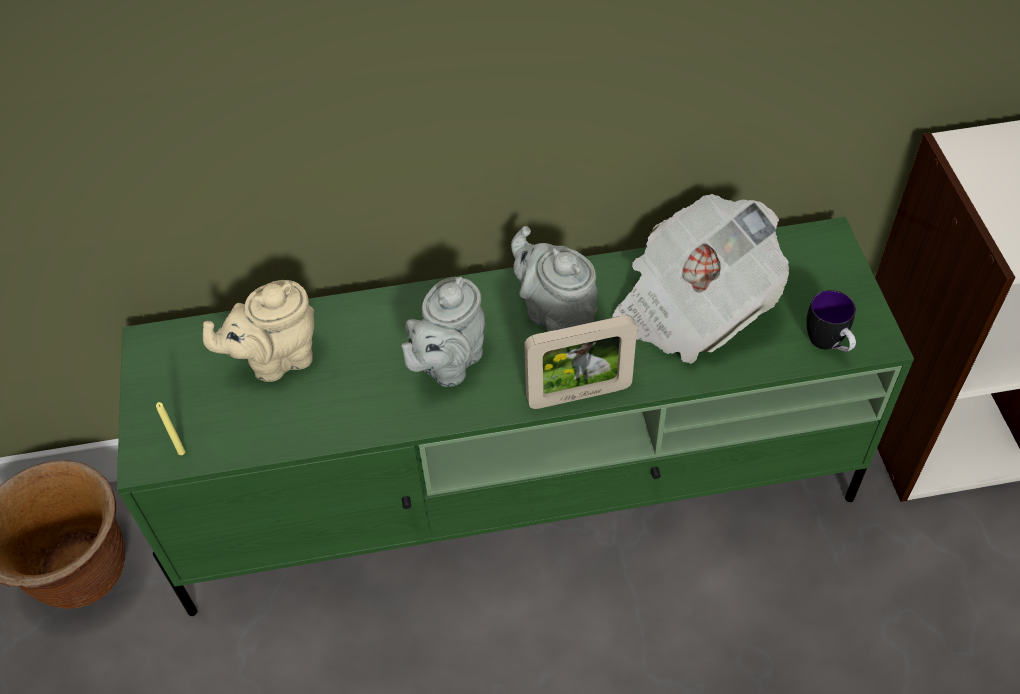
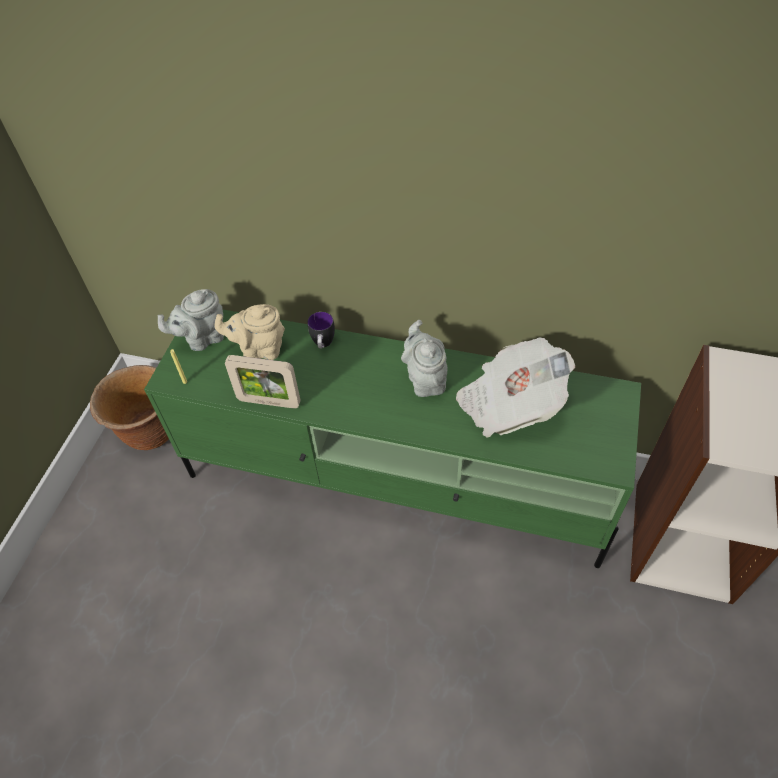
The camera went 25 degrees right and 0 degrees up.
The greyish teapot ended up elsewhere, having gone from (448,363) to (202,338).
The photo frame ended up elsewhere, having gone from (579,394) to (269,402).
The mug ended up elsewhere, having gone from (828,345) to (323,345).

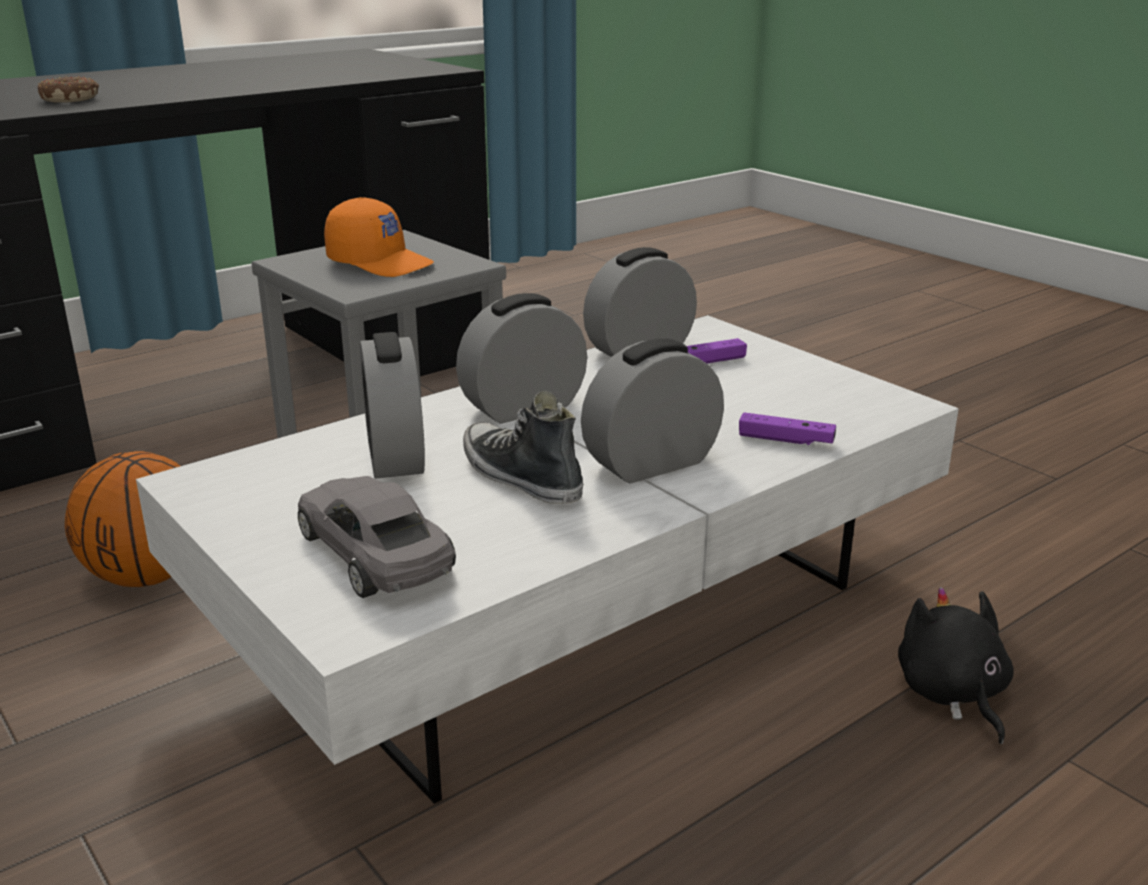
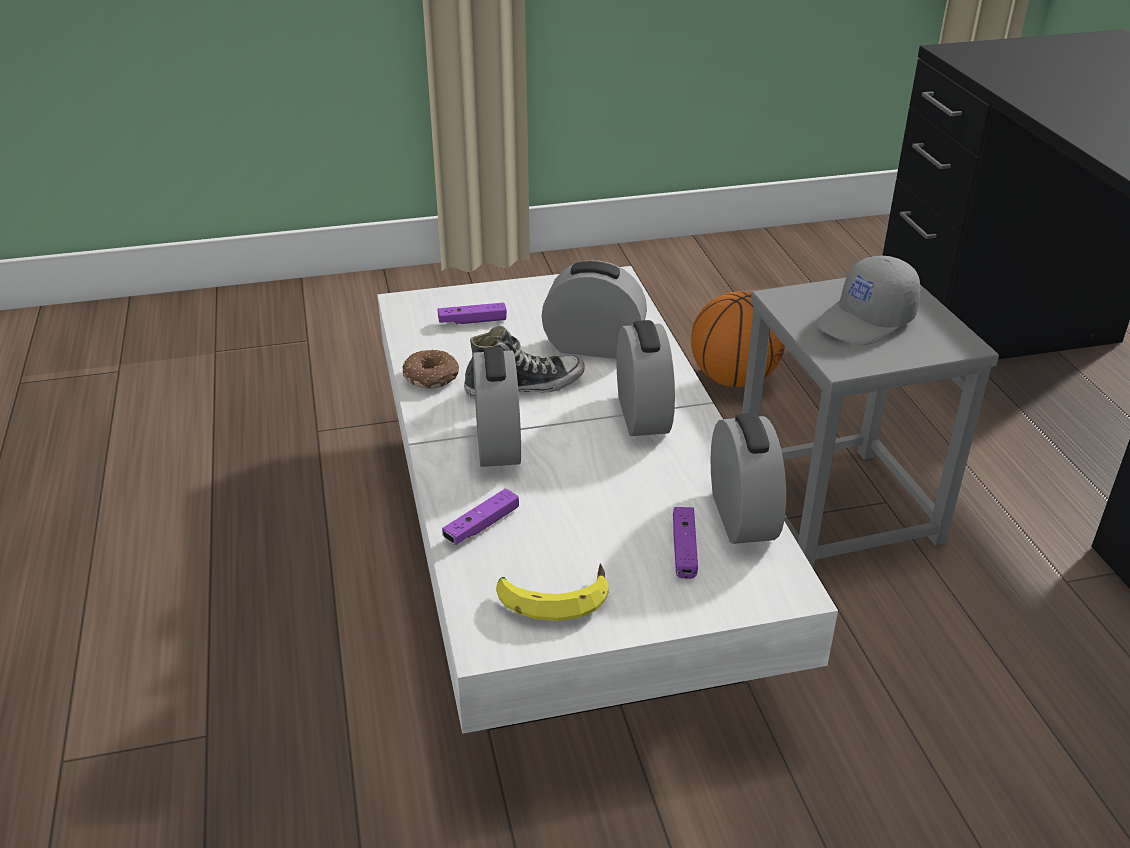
The camera went 115 degrees right and 10 degrees up.
The second view lost the black plush toy at (952,694).
The second view gained the banana at (553,596).
The ring doughnut ended up elsewhere, having gone from (70,99) to (432,377).
Where the greyish miniature car stood at (376,553), the purple-coloured game controller came to stand at (472,321).
What was the orange-coloured baseball cap at (381,263) turned into the greyish baseball cap at (867,321).

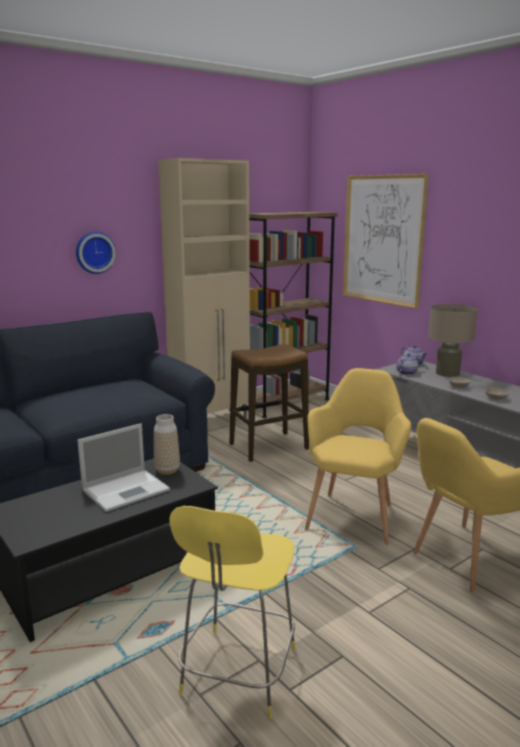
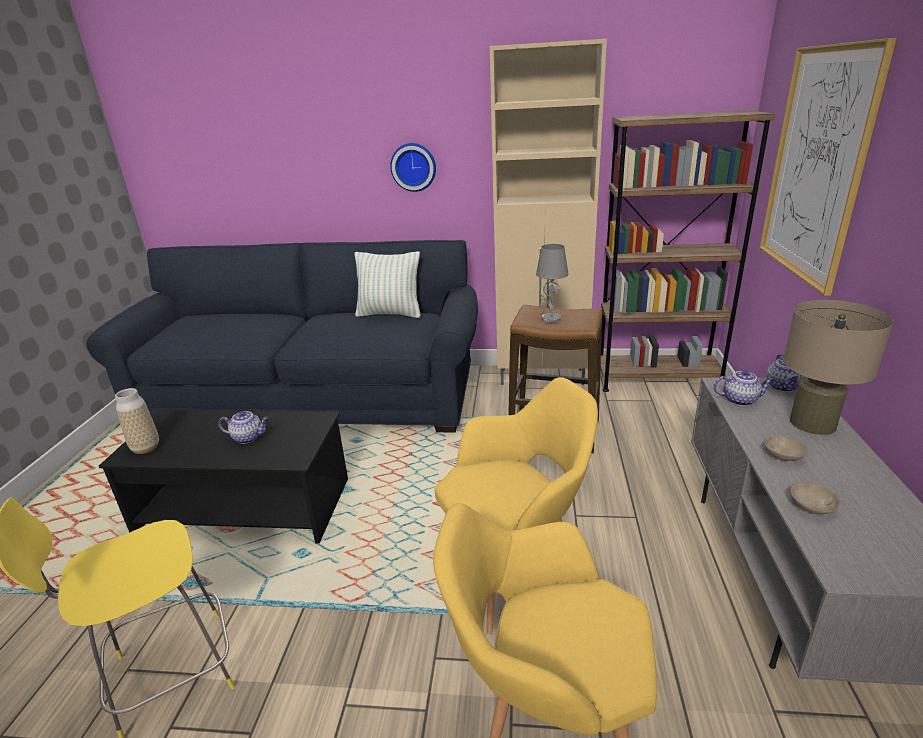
The camera went 45 degrees right and 10 degrees up.
The second view gained the pillow at (390,314).
The second view gained the greyish tabletop lamp at (550,319).
The decorative vase ended up elsewhere, having gone from (167,470) to (146,448).
Where the notebook computer stood at (127,489), the teapot came to stand at (248,437).

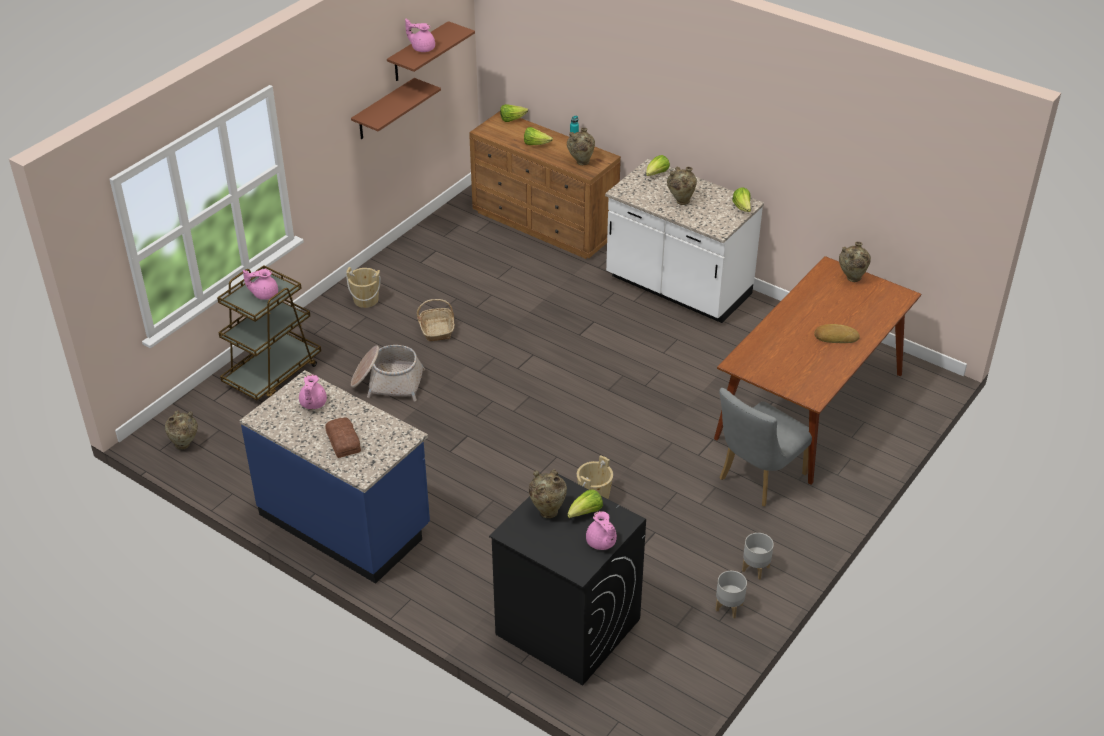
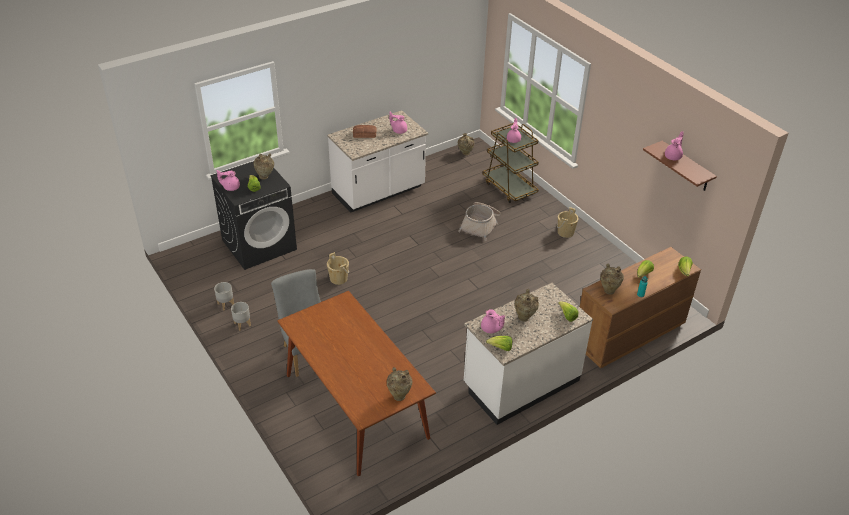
The camera went 110 degrees right and 0 degrees up.
The second view lost the brownish shelf at (384,110).
The second view lost the household basket at (437,329).
The second view lost the baked bread at (835,336).
The second view gained the pinkish teapot at (491,329).
What was the blue-coloured kitchen base unit at (345,521) turned into the whitish kitchen base unit at (379,192).

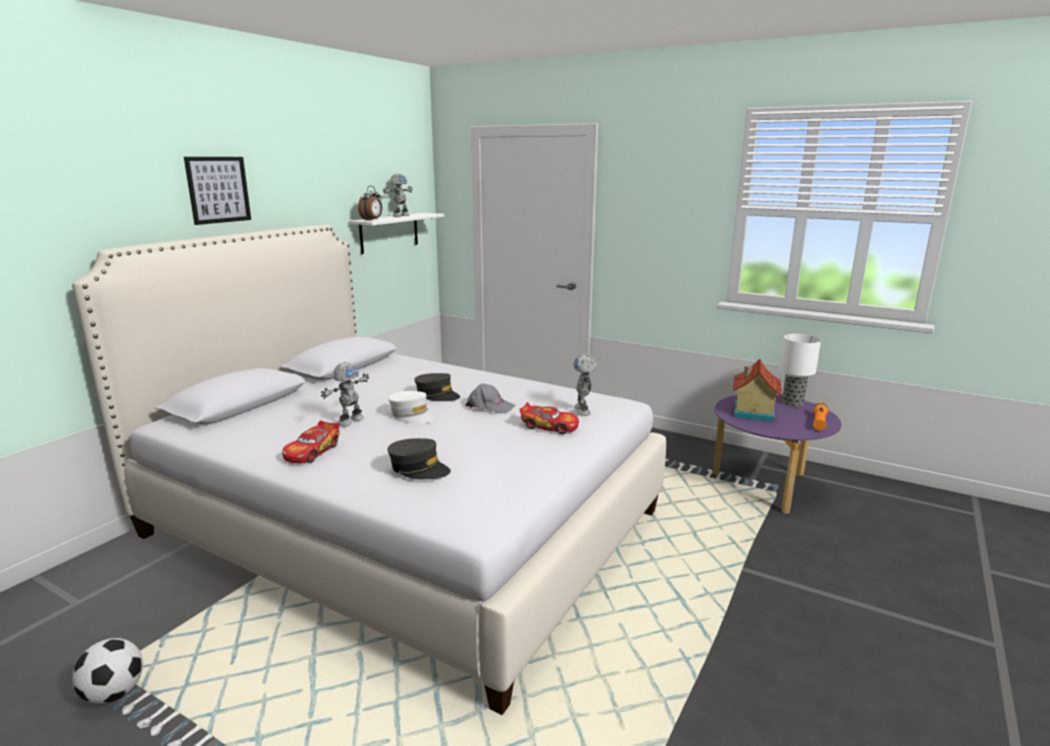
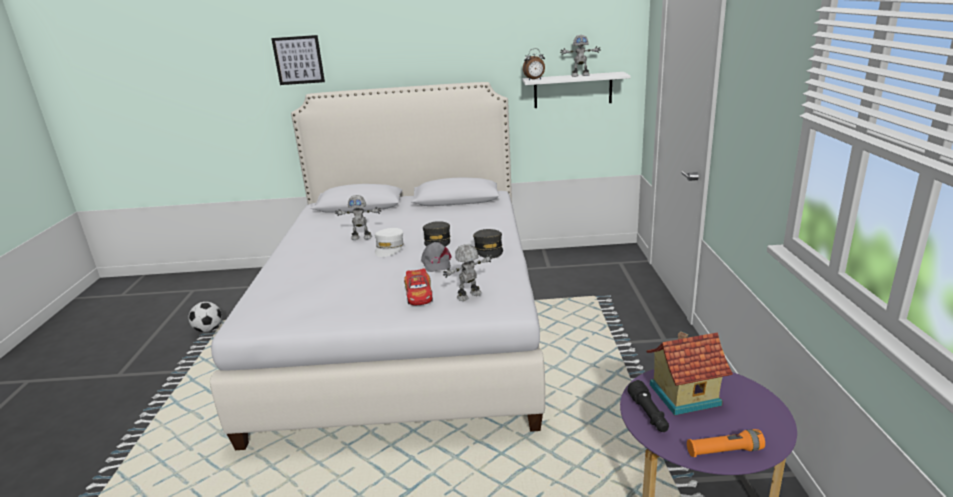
The camera went 60 degrees right and 5 degrees up.
The second view lost the miniature car at (313,451).
The second view lost the tabletop lamp at (793,403).
The second view gained the black flashlight at (648,414).
The picture ended up elsewhere, having gone from (218,190) to (298,60).
The greyish baseball cap ended up elsewhere, having gone from (419,468) to (489,249).

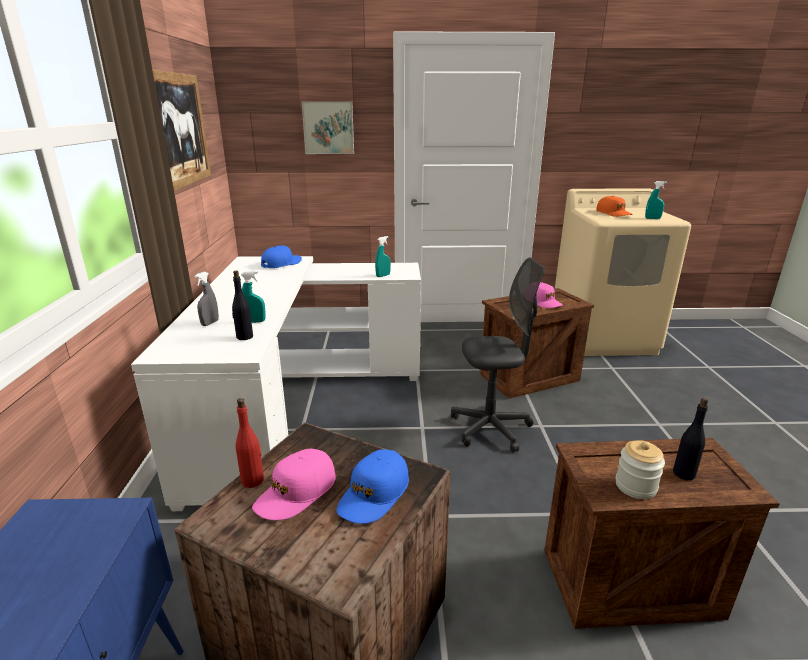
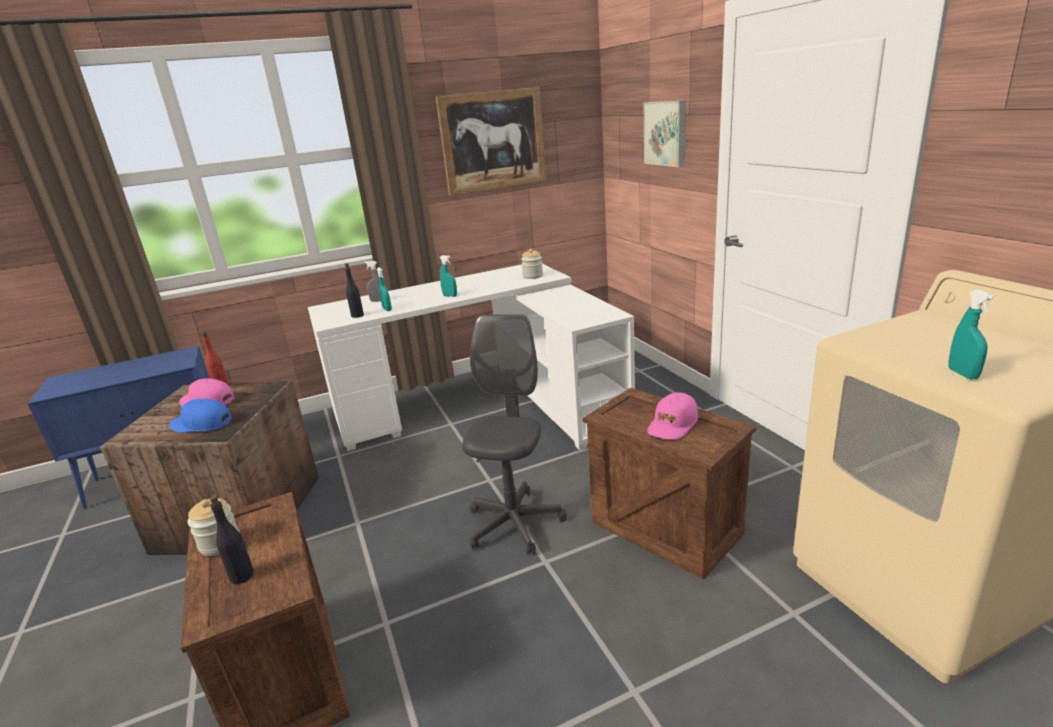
The camera went 70 degrees right and 0 degrees up.
The second view lost the orange-coloured baseball cap at (613,213).
The turquoise spray bottle ended up elsewhere, having gone from (383,276) to (450,296).
Where the blue-coloured baseball cap stood at (281,263), the storage jar came to stand at (533,276).
The greyish office chair at (490,428) ended up facing another way, 135 degrees counterclockwise from before.

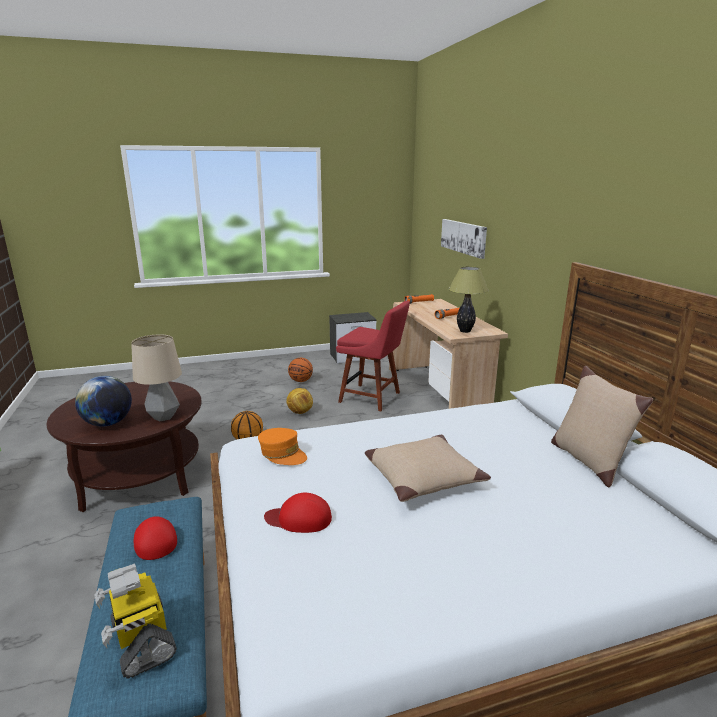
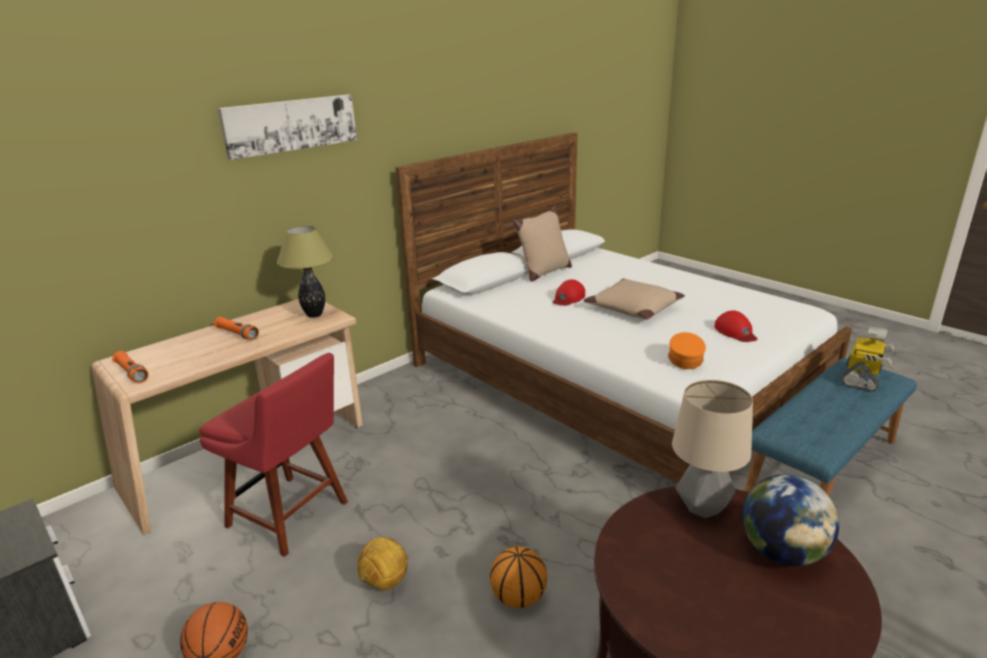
The camera went 115 degrees left and 5 degrees up.
The reddish baseball cap ended up elsewhere, having gone from (155,539) to (568,298).
The picture ended up elsewhere, having gone from (463,237) to (291,125).
The reddish chair at (372,398) ended up facing another way, 120 degrees clockwise from before.

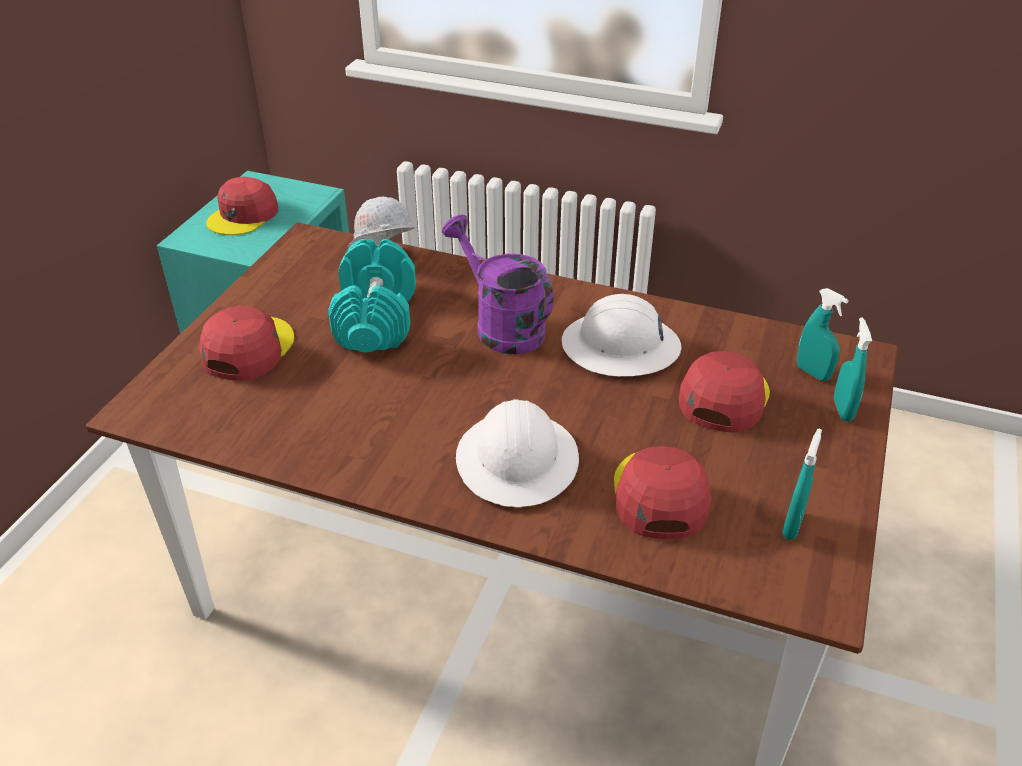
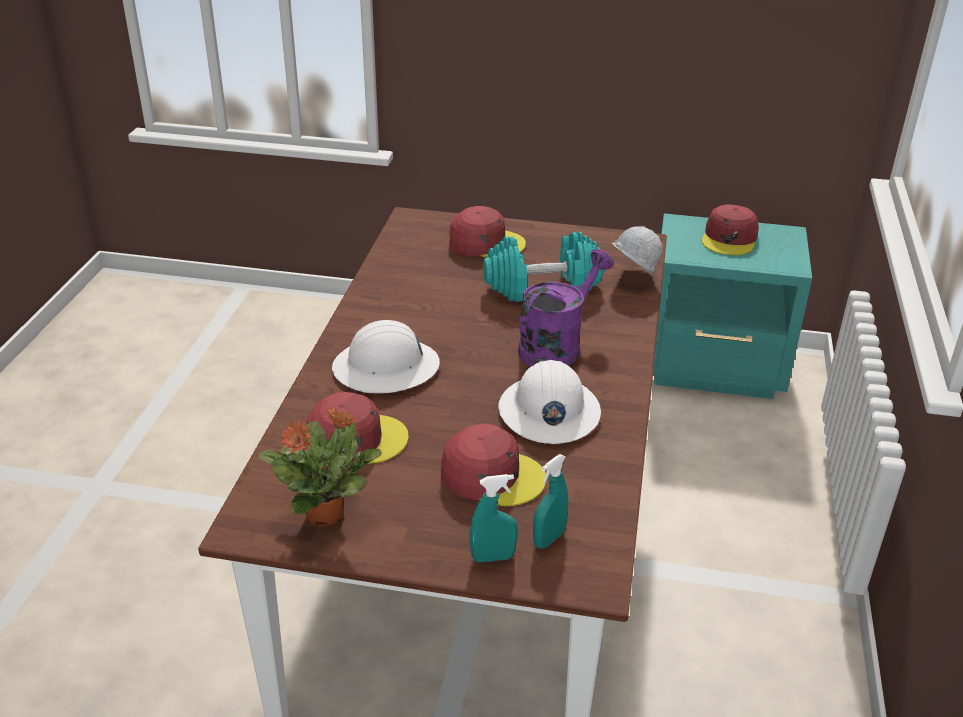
The camera went 80 degrees right and 5 degrees down.
Where the turquoise spray bottle stood at (792,525), the potted plant came to stand at (327,514).
The reddish baseball cap at (243,216) ended up facing another way, 90 degrees counterclockwise from before.

